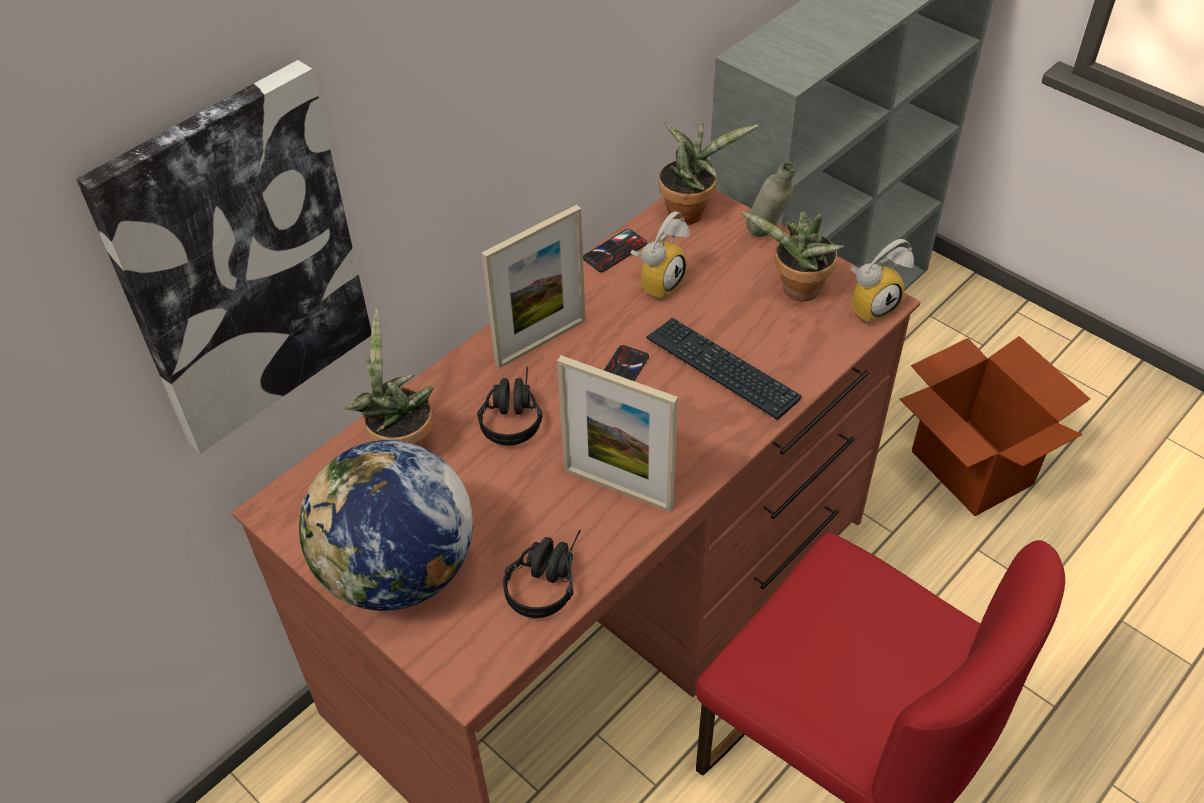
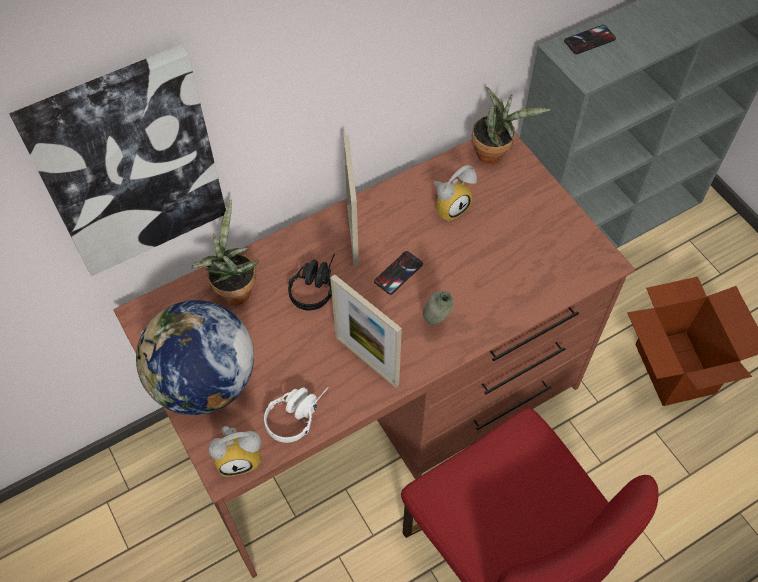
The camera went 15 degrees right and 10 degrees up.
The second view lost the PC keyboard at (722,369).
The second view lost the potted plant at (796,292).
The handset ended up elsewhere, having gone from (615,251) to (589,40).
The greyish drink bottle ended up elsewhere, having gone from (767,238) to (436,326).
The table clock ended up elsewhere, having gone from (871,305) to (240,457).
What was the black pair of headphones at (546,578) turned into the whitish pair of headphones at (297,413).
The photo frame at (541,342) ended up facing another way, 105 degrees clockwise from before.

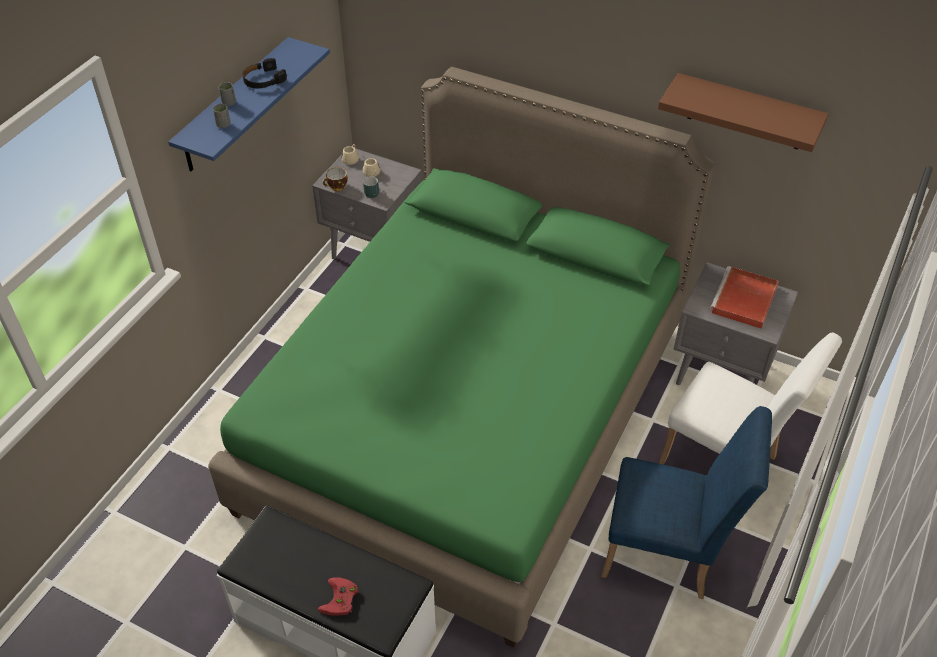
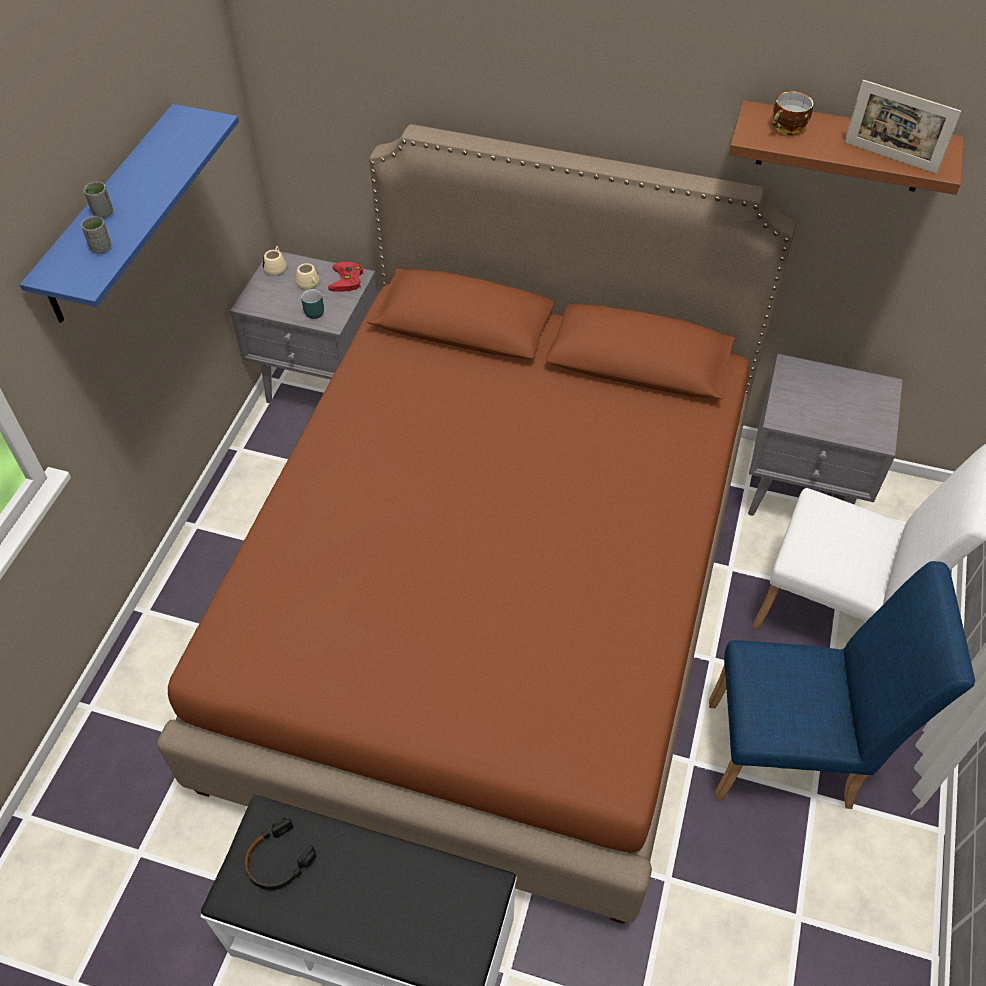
The camera went 10 degrees left and 5 degrees up.
The second view lost the reddish tray at (744,301).
The second view gained the photo frame at (890,157).
The black pair of headphones ended up elsewhere, having gone from (263,80) to (278,860).
The reddish game controller ended up elsewhere, having gone from (340,600) to (347,280).
The cup ended up elsewhere, having gone from (336,187) to (787,129).
What was the green-coloured bedroom bed at (468,416) turned into the brownish bedroom bed at (493,599).

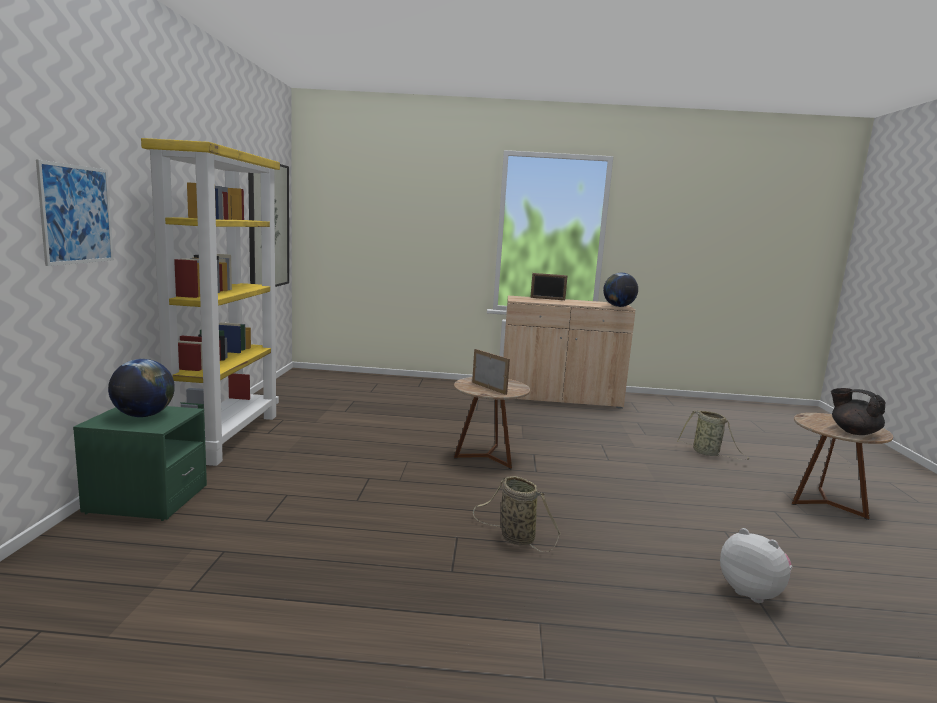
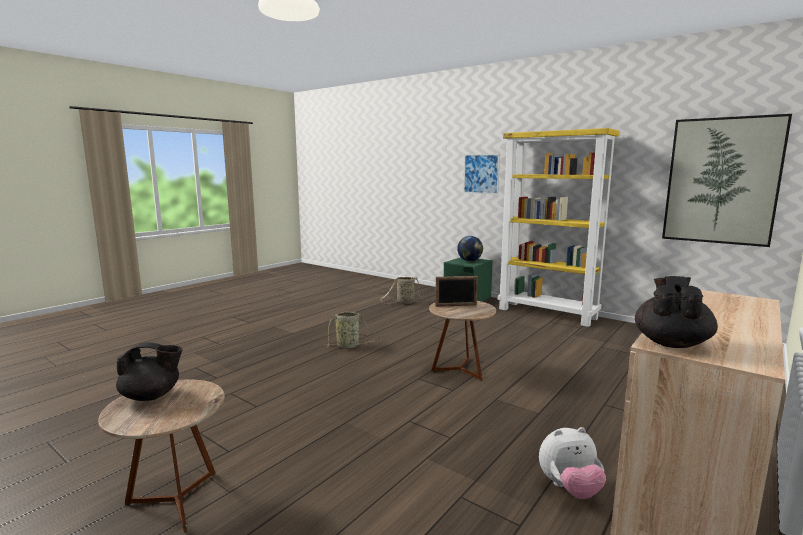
The camera went 125 degrees right and 0 degrees up.
The second view lost the photo frame at (547,299).
The household basket ended up elsewhere, having gone from (708,453) to (404,302).
The plush toy ended up elsewhere, having gone from (752,592) to (569,489).
Where the globe stood at (618,306), the black teapot came to stand at (671,343).

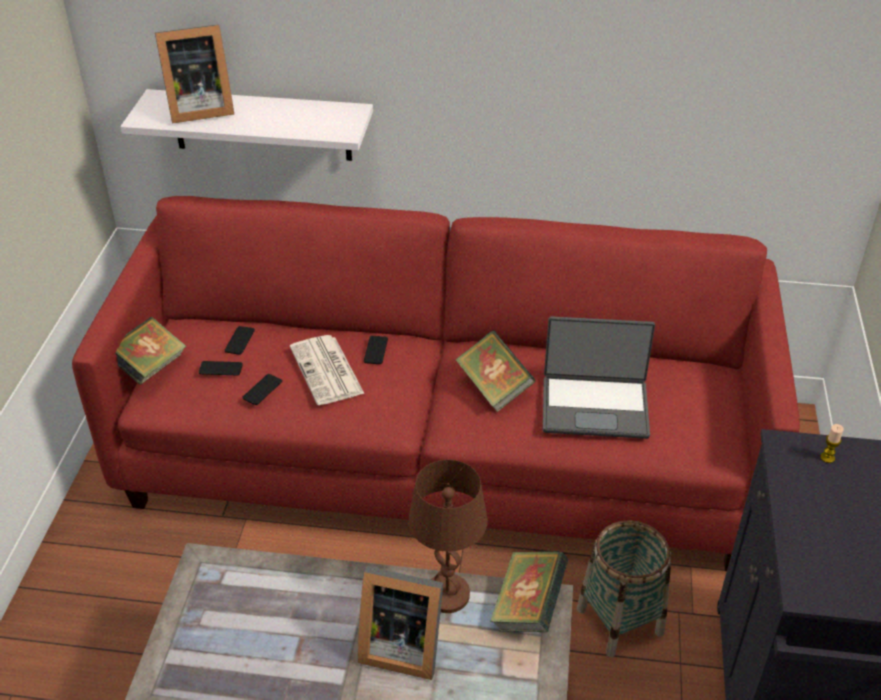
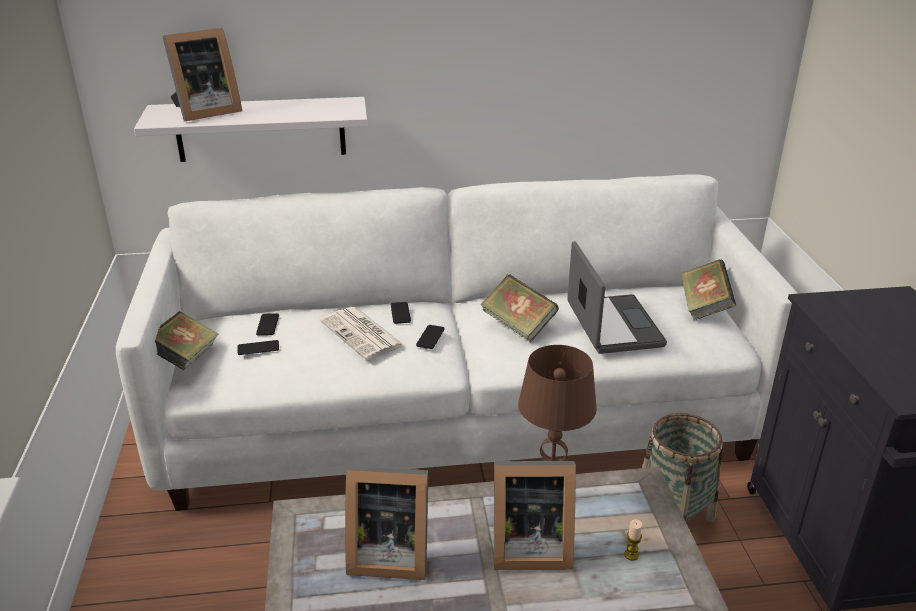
The camera went 15 degrees left and 10 degrees down.
The second view gained the photo frame at (387,554).
The handset ended up elsewhere, having gone from (262,390) to (430,337).
The book ended up elsewhere, having gone from (528,607) to (704,307).
The candle ended up elsewhere, having gone from (827,457) to (631,555).
What was the reddish couch at (441,456) turned into the whitish couch at (458,416).
The notebook computer at (595,406) ended up facing another way, 90 degrees counterclockwise from before.

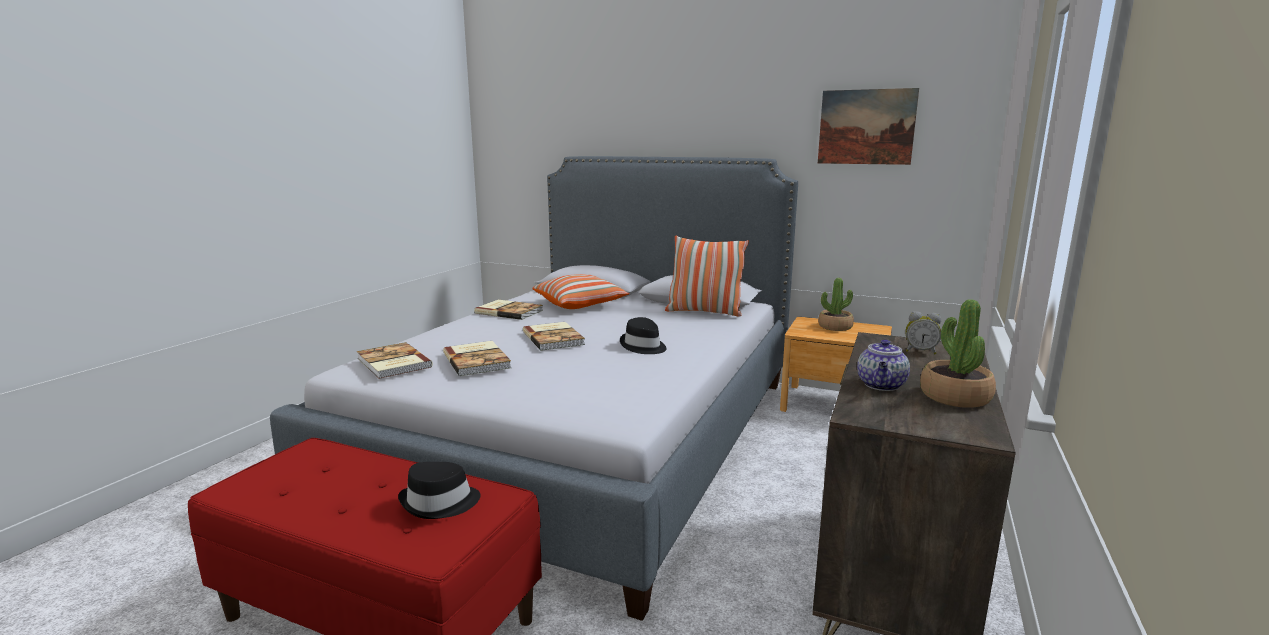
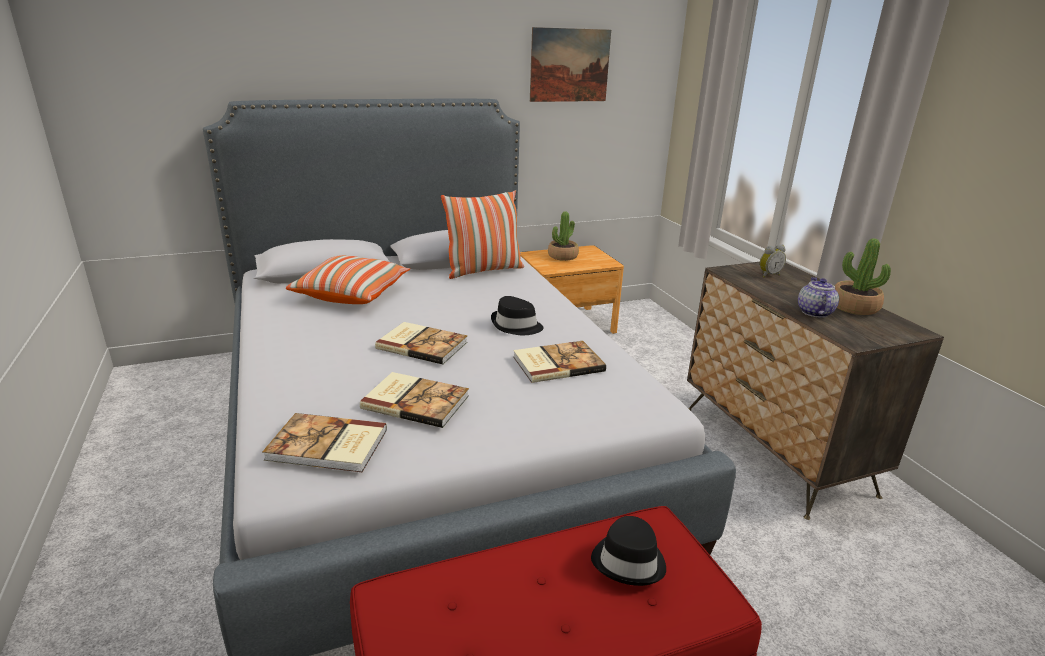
The camera went 45 degrees left and 10 degrees up.
The book ended up elsewhere, having gone from (509,311) to (557,363).
The teapot at (881,385) ended up facing another way, 150 degrees counterclockwise from before.

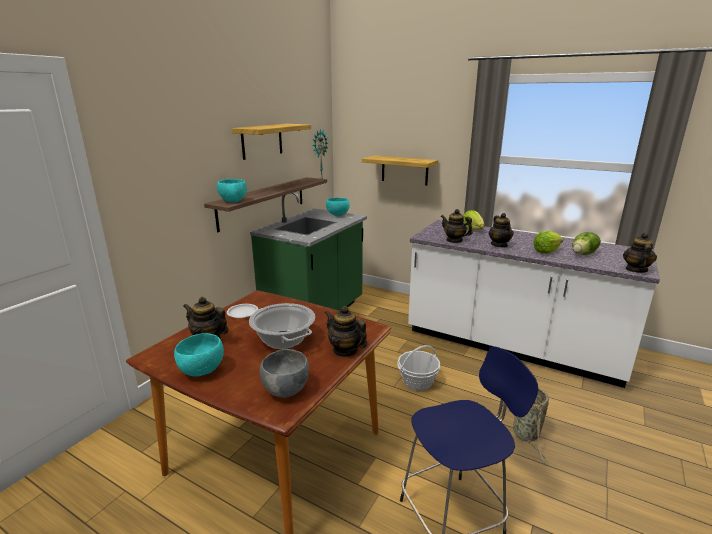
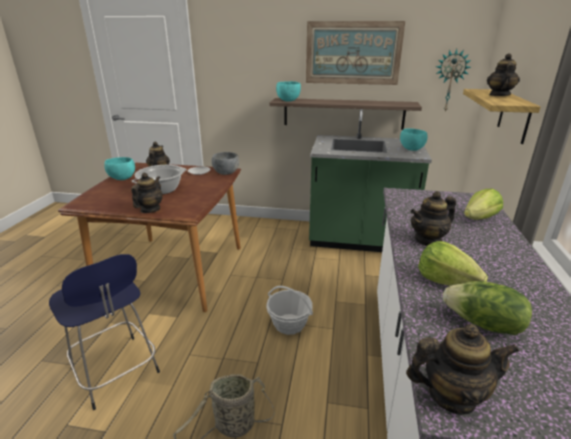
The camera went 70 degrees right and 5 degrees up.
The greyish bowl ended up elsewhere, having gone from (285,390) to (226,173).
The teapot ended up elsewhere, having gone from (454,240) to (499,95).
Where the shelf hung at (262,141), the picture came to hang at (353,53).

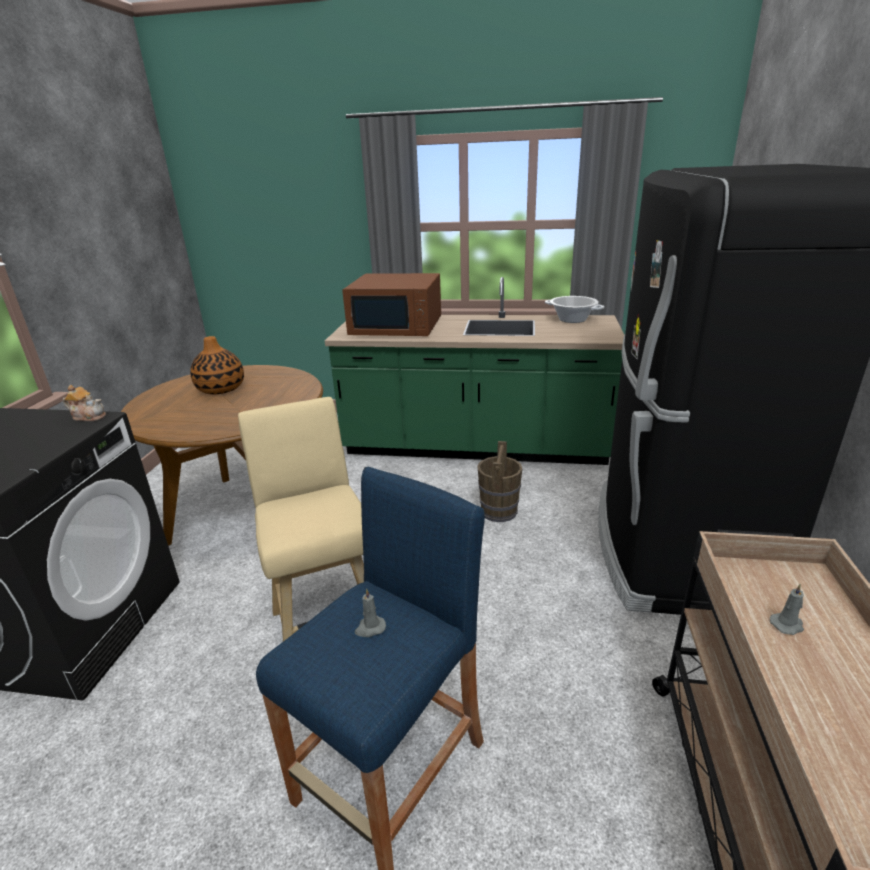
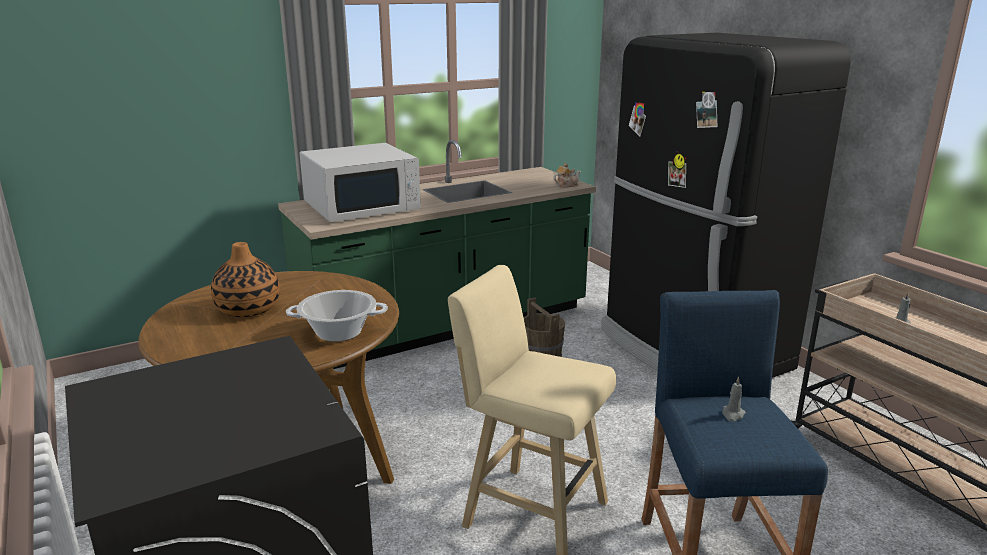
The camera went 40 degrees left and 5 degrees down.
The teapot ended up elsewhere, having gone from (89,416) to (566,185).
The stockpot ended up elsewhere, having gone from (572,319) to (339,332).
What was the brownish microwave oven at (397,326) turned into the whitish microwave oven at (362,206).

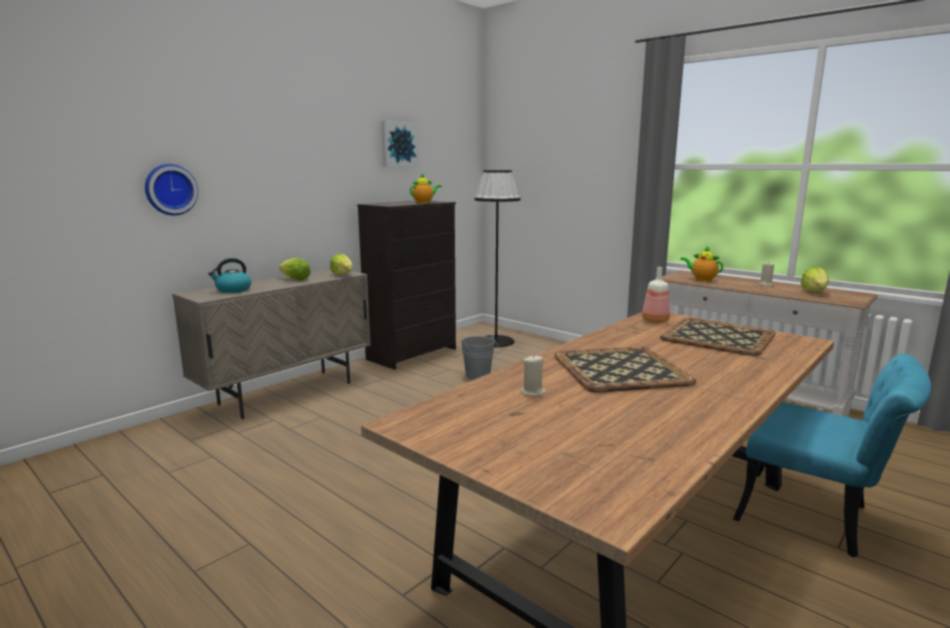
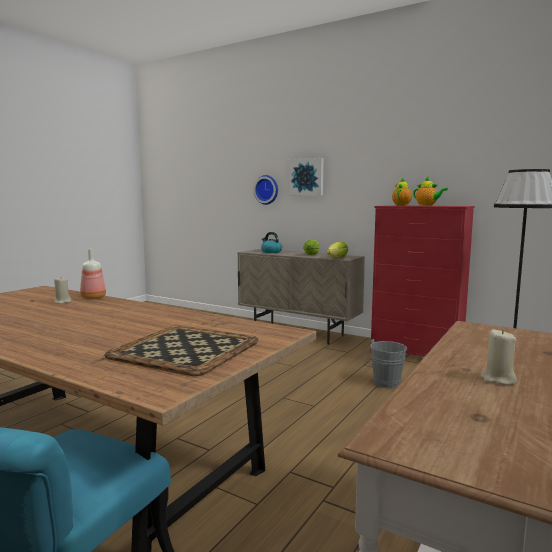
The camera went 80 degrees right and 5 degrees down.
The second view lost the tray at (618,369).
The second view lost the lettuce head at (814,292).
The picture ended up elsewhere, having gone from (398,144) to (307,177).
The drink bottle ended up elsewhere, having gone from (655,321) to (92,298).
The teapot ended up elsewhere, having gone from (701,279) to (402,205).
What was the black chest of drawers at (413,354) turned into the reddish chest of drawers at (417,354).

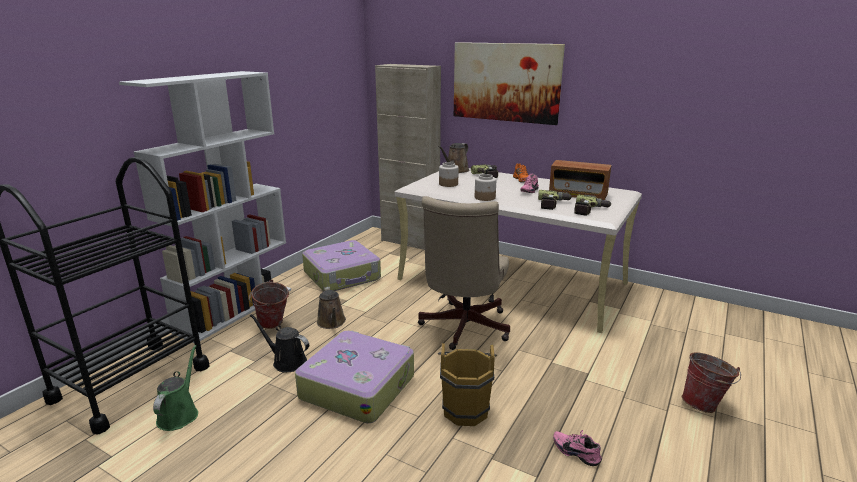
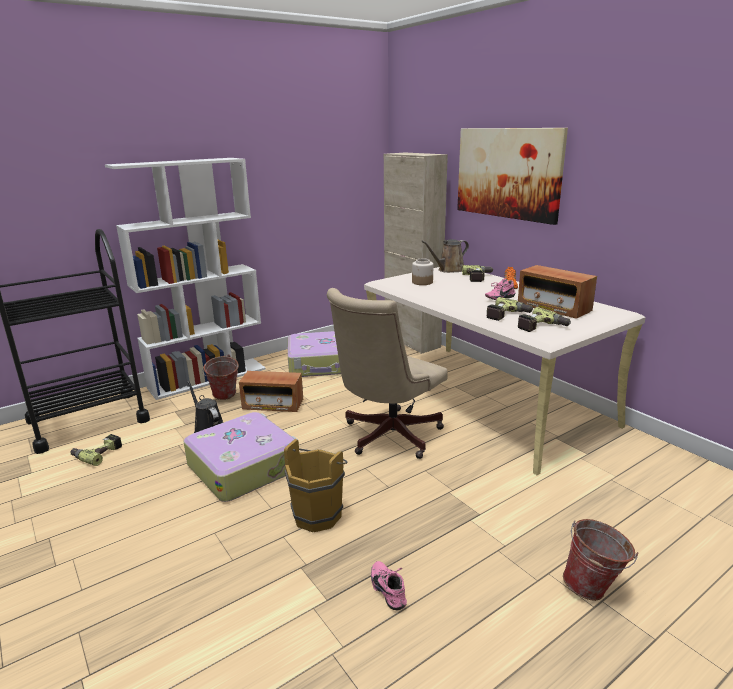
The camera went 25 degrees right and 0 degrees up.
The second view lost the storage jar at (485,198).
Where the green-coloured sprinkling can stood at (179,414), the electric drill came to stand at (98,453).
Where the brownish sprinkling can stood at (332,323), the radio came to stand at (273,405).

